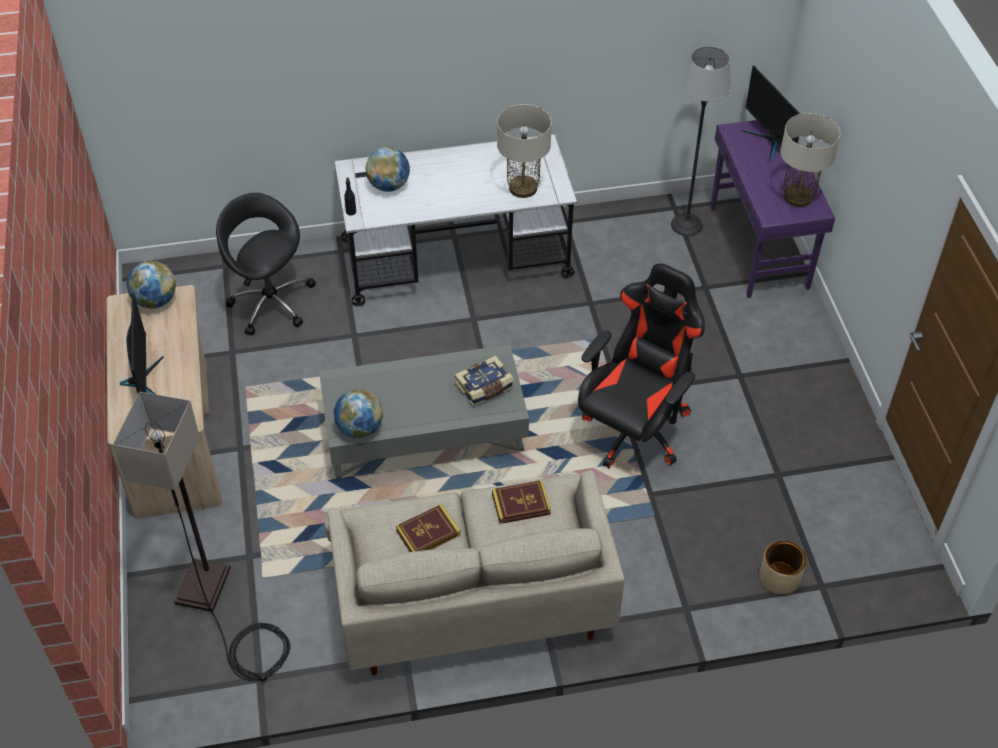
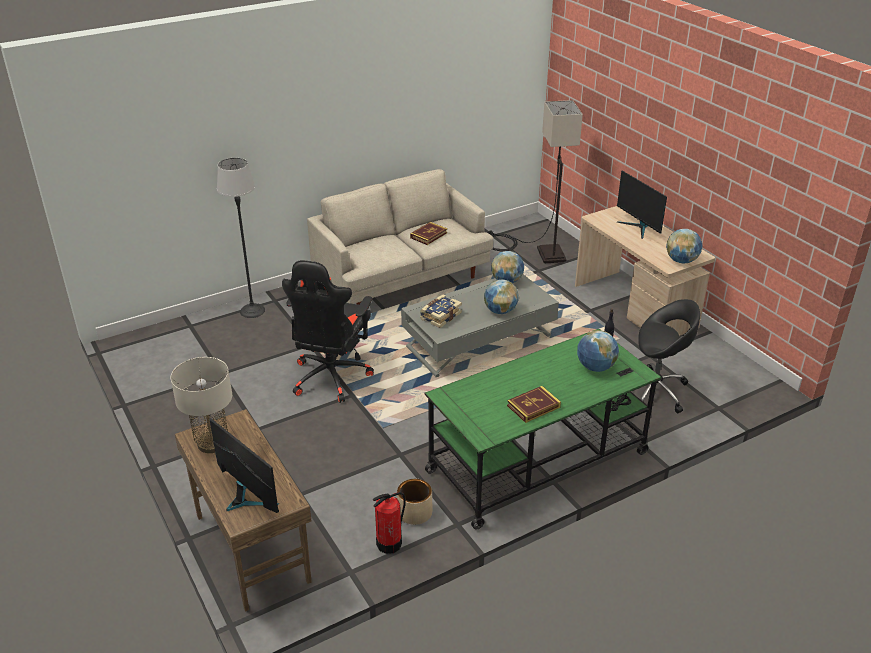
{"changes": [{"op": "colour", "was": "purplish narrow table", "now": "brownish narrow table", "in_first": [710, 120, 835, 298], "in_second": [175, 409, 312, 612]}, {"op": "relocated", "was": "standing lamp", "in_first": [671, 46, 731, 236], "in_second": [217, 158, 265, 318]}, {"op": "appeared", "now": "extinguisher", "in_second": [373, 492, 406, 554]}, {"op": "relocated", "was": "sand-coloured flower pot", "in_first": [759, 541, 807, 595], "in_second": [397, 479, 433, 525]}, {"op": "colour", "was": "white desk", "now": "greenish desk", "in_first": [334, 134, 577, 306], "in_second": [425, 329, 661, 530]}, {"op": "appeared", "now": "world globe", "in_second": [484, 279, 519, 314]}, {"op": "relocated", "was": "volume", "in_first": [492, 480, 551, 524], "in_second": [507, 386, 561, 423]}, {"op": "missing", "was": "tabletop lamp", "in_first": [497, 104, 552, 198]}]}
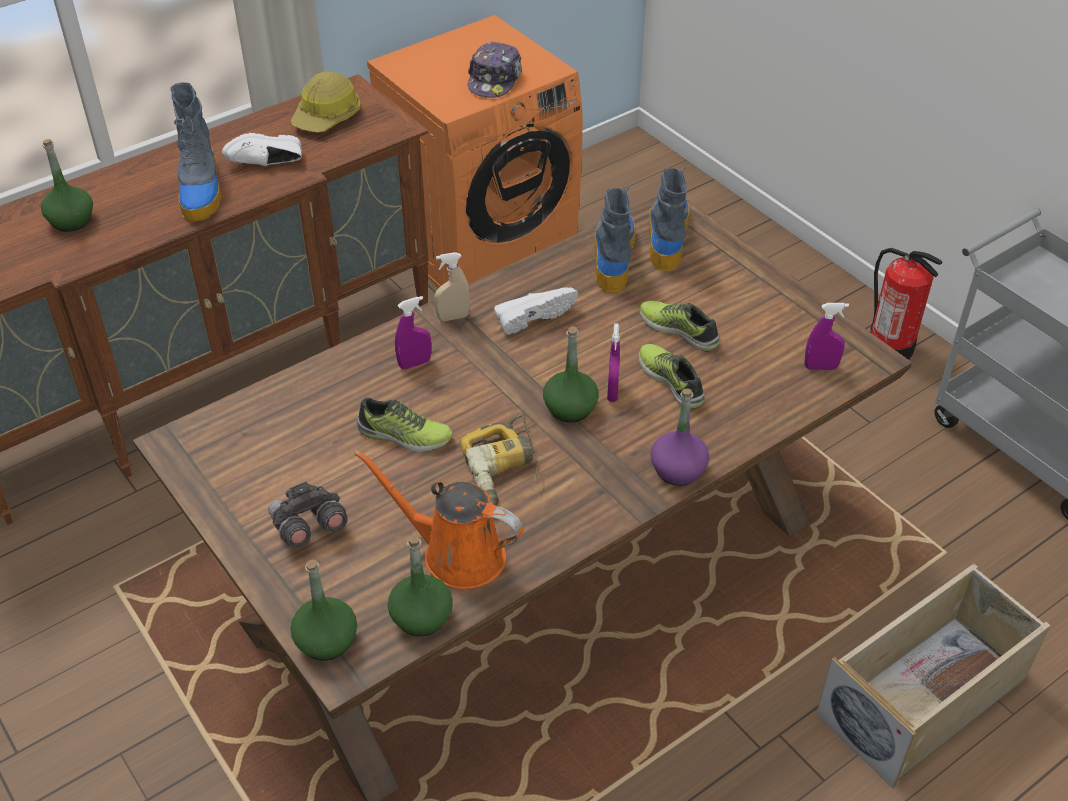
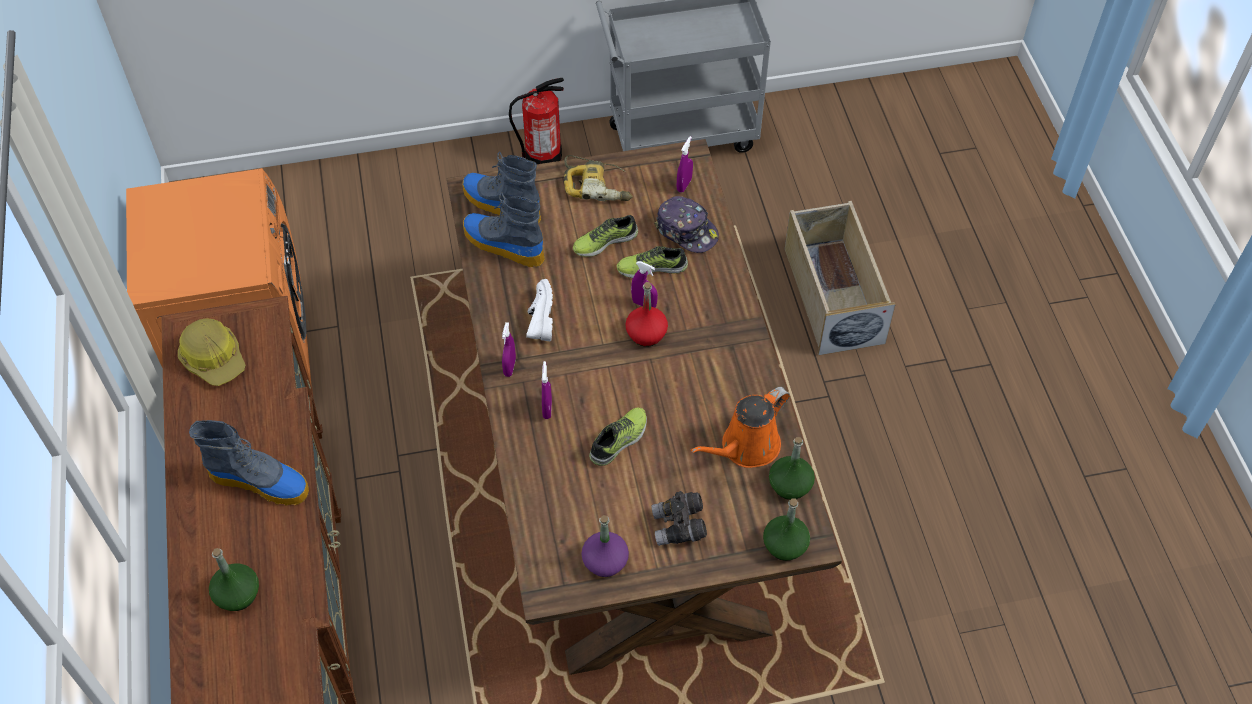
{"changes": [{"op": "colour", "was": "sand-coloured spray bottle", "now": "purplish spray bottle", "in_first": [434, 252, 470, 321], "in_second": [502, 322, 516, 377]}, {"op": "relocated", "was": "power drill", "in_first": [461, 414, 539, 506], "in_second": [564, 155, 633, 201]}, {"op": "relocated", "was": "purplish drink bottle", "in_first": [650, 388, 709, 486], "in_second": [581, 515, 629, 577]}, {"op": "colour", "was": "greenish drink bottle", "now": "red-coloured drink bottle", "in_first": [543, 326, 599, 423], "in_second": [625, 282, 668, 347]}, {"op": "relocated", "was": "cap", "in_first": [468, 42, 522, 98], "in_second": [654, 196, 719, 253]}, {"op": "missing", "was": "white item of footwear", "in_first": [222, 133, 302, 166]}]}
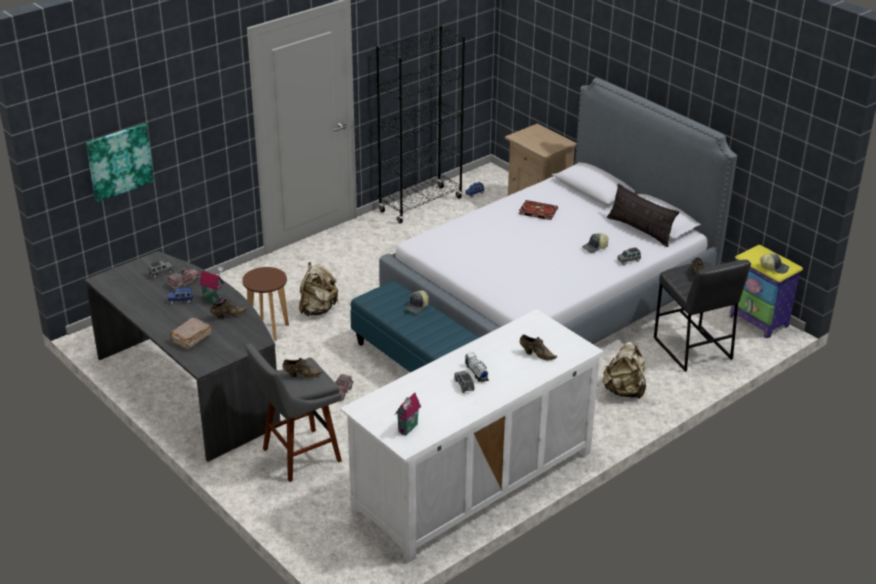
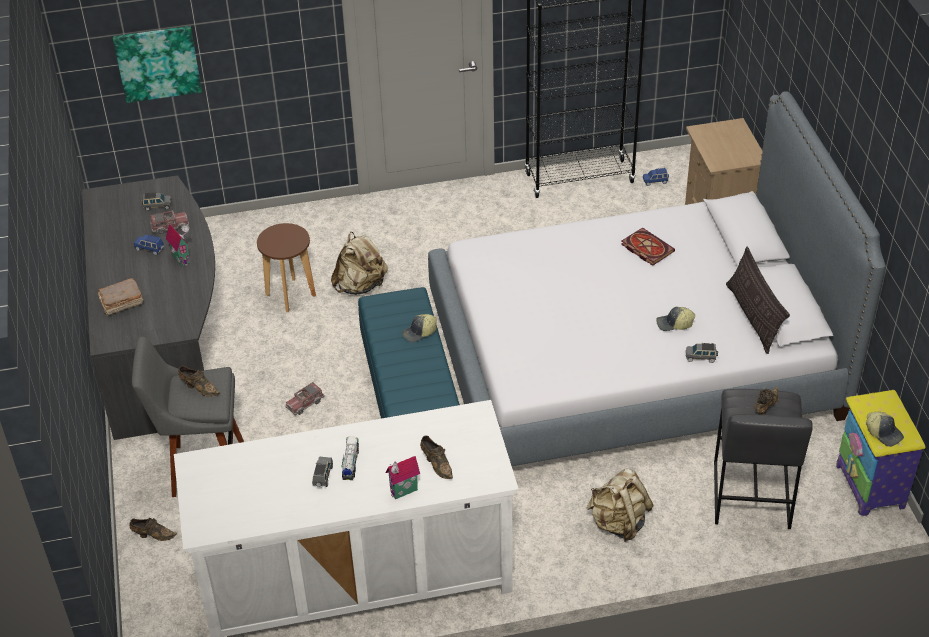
{"changes": [{"op": "relocated", "was": "brownish item of footwear", "in_first": [210, 299, 248, 319], "in_second": [129, 518, 177, 541]}, {"op": "relocated", "was": "model house", "in_first": [395, 393, 421, 435], "in_second": [386, 456, 420, 499]}]}
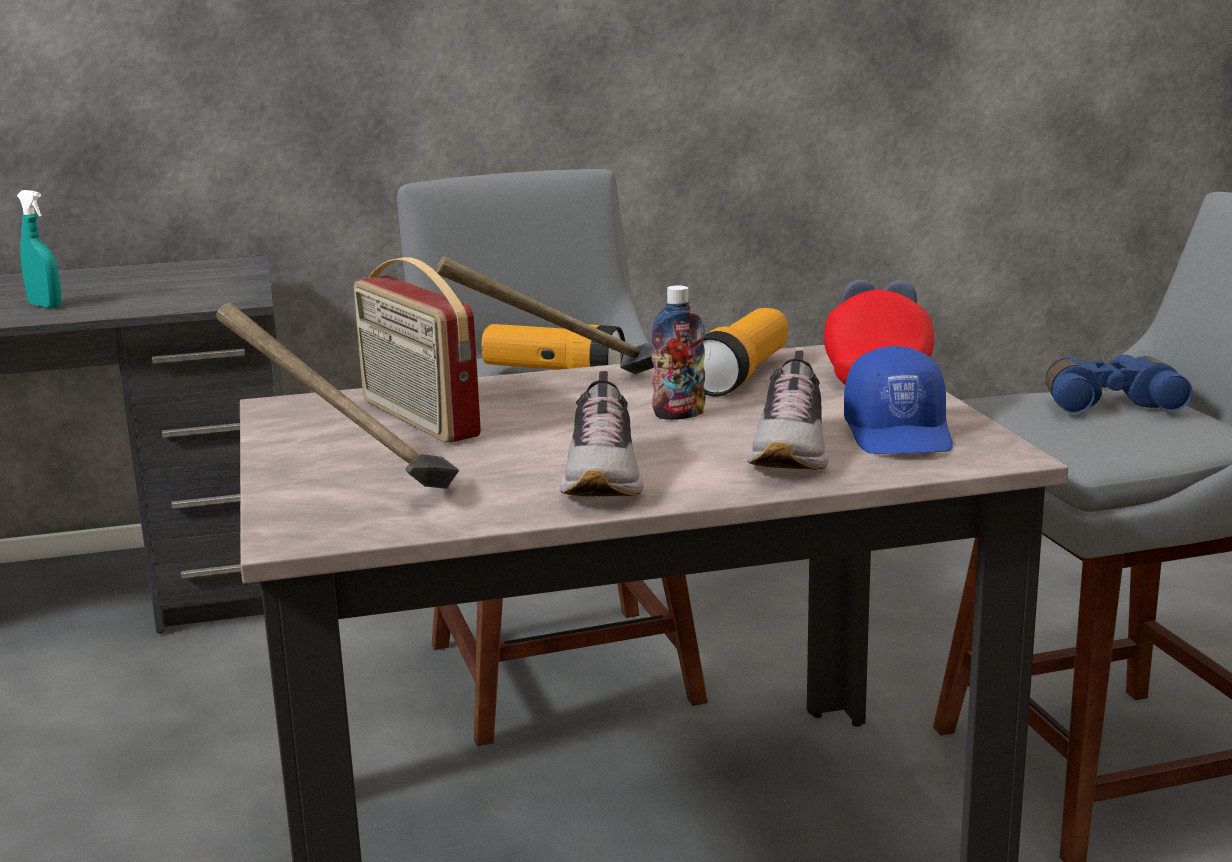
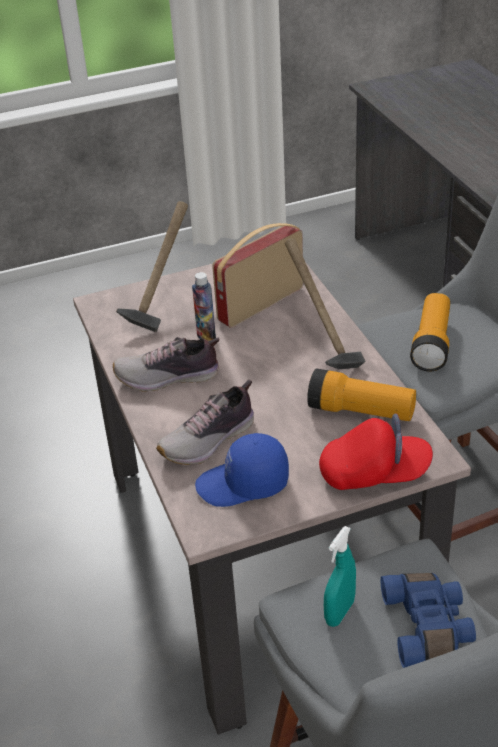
{"changes": [{"op": "spun", "was": "item of footwear", "in_first": [747, 350, 829, 470], "in_second": [156, 380, 254, 465], "clockwise": -45}, {"op": "relocated", "was": "drink bottle", "in_first": [651, 285, 706, 420], "in_second": [192, 272, 216, 341]}, {"op": "relocated", "was": "blue-green spray bottle", "in_first": [17, 190, 61, 308], "in_second": [324, 526, 356, 627]}]}
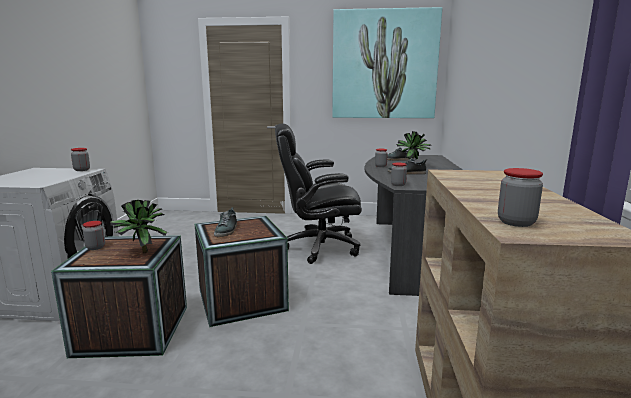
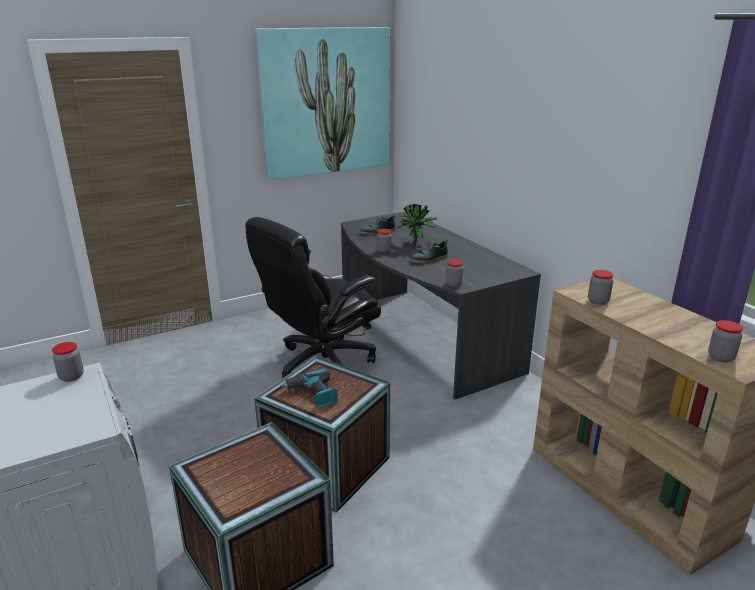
{"changes": [{"op": "exchanged", "was": "item of footwear", "now": "power drill", "in_first": [214, 207, 237, 237], "in_second": [281, 368, 337, 408]}, {"op": "relocated", "was": "jar", "in_first": [83, 221, 105, 250], "in_second": [588, 270, 614, 305]}, {"op": "missing", "was": "plant in a pot", "in_first": [110, 200, 168, 253]}]}
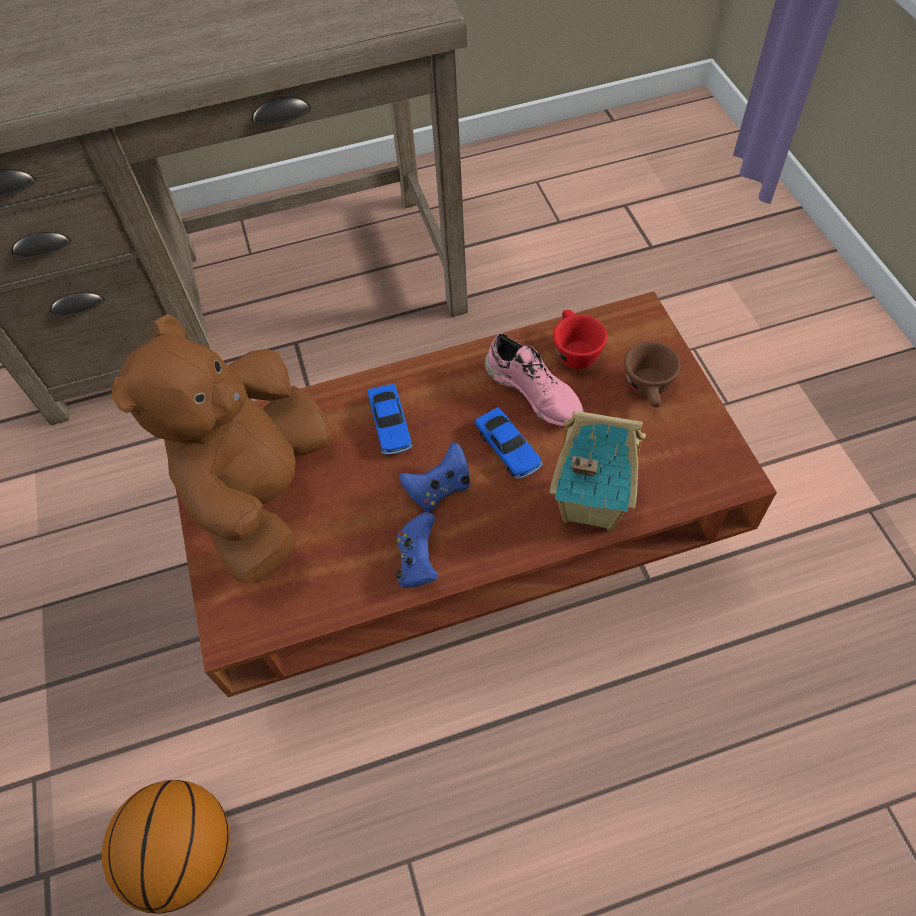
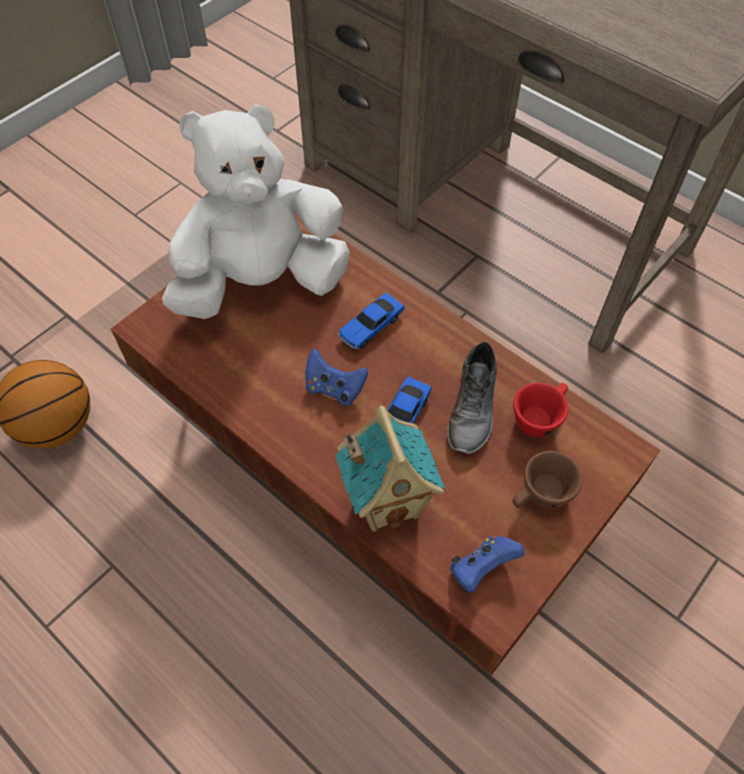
{"changes": [{"op": "colour", "was": "brownish soft toy", "now": "white soft toy", "in_first": [111, 314, 332, 583], "in_second": [162, 104, 350, 319]}, {"op": "colour", "was": "pink item of footwear", "now": "gray item of footwear", "in_first": [485, 333, 584, 426], "in_second": [447, 342, 497, 454]}, {"op": "relocated", "was": "blue game controller", "in_first": [396, 512, 438, 587], "in_second": [450, 536, 525, 593]}]}
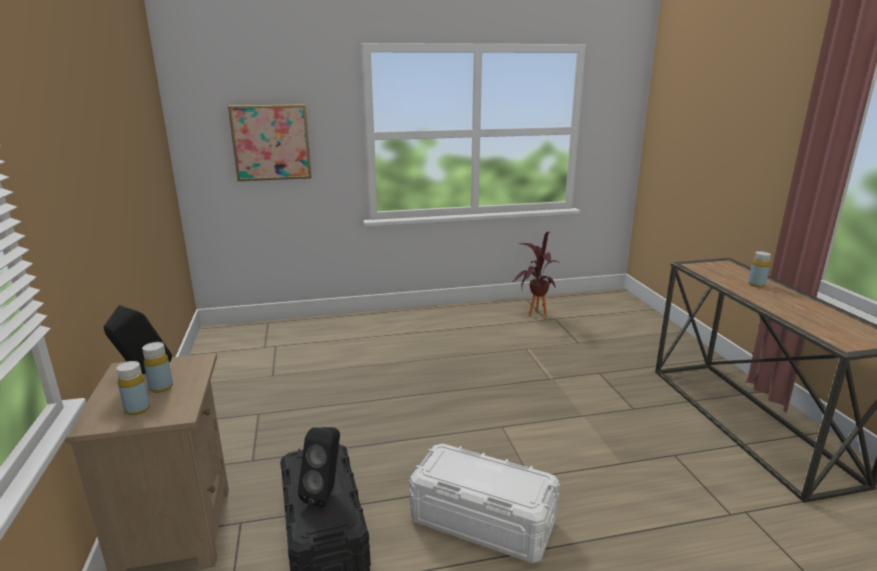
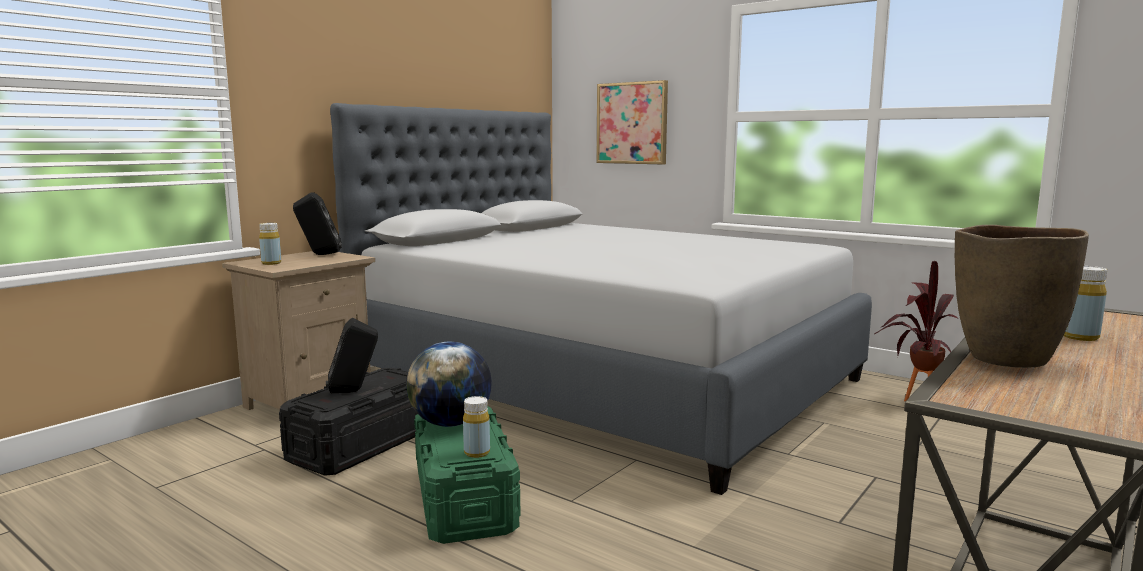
{"changes": [{"op": "appeared", "now": "gray sleeping bed", "in_second": [330, 103, 872, 495]}, {"op": "appeared", "now": "world globe", "in_second": [406, 341, 492, 427]}, {"op": "colour", "was": "white storage bin", "now": "greenish storage bin", "in_first": [409, 444, 560, 563], "in_second": [414, 407, 521, 544]}, {"op": "relocated", "was": "yellow drink bottle", "in_first": [142, 342, 173, 393], "in_second": [463, 396, 490, 458]}, {"op": "appeared", "now": "brownish flower vase", "in_second": [955, 225, 1089, 368]}]}
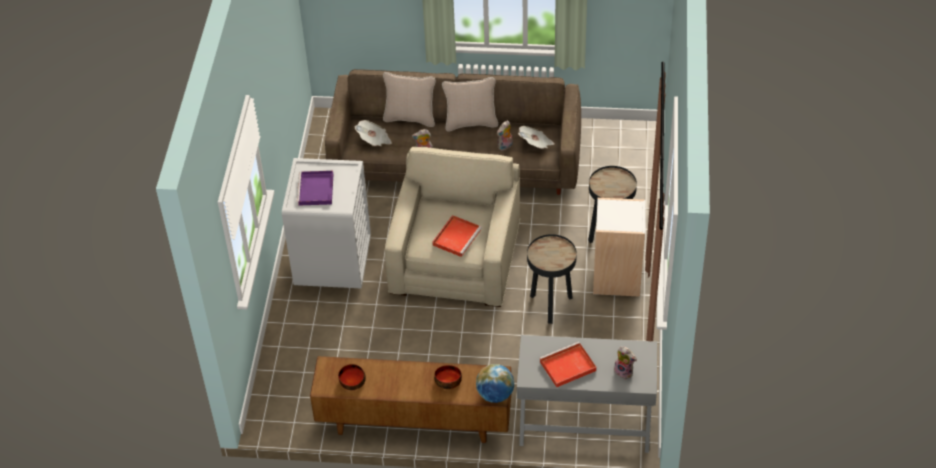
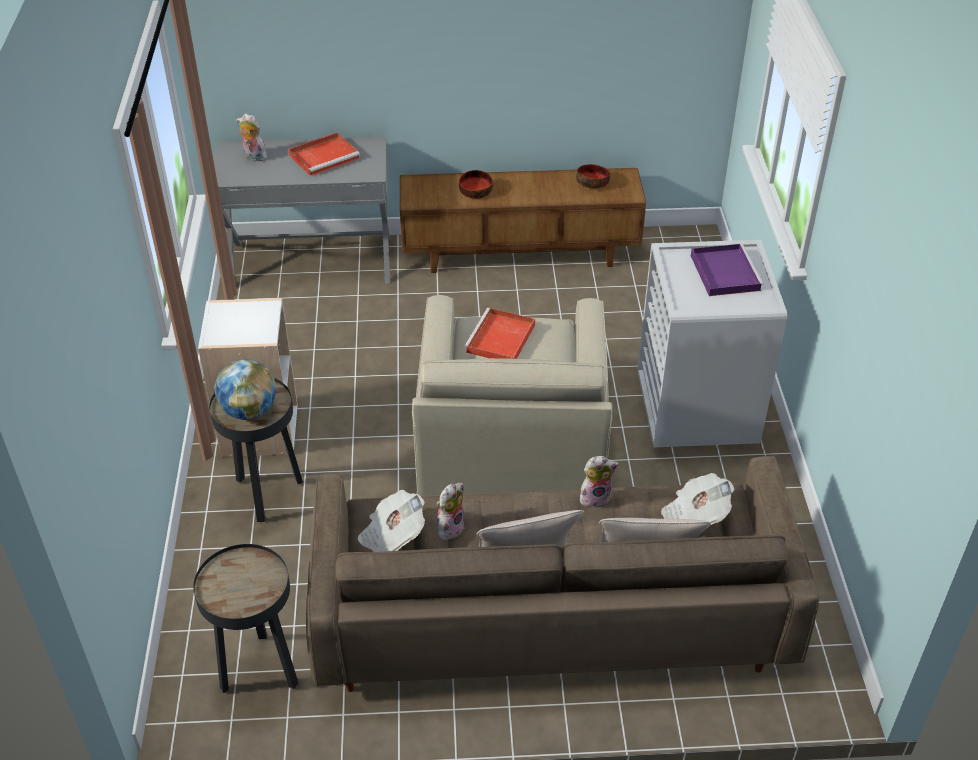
{"changes": [{"op": "relocated", "was": "blackish end table", "in_first": [527, 234, 577, 324], "in_second": [193, 544, 298, 693]}, {"op": "relocated", "was": "world globe", "in_first": [476, 364, 514, 403], "in_second": [214, 359, 277, 420]}]}
